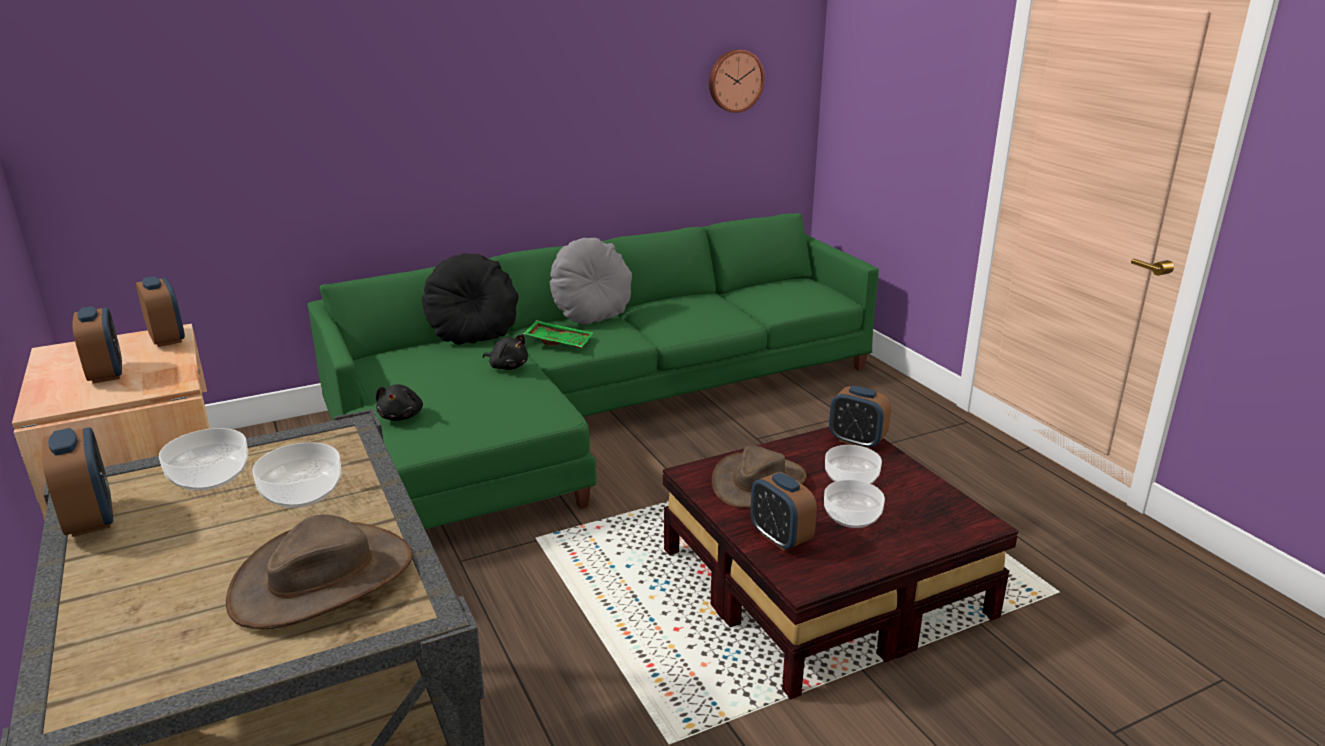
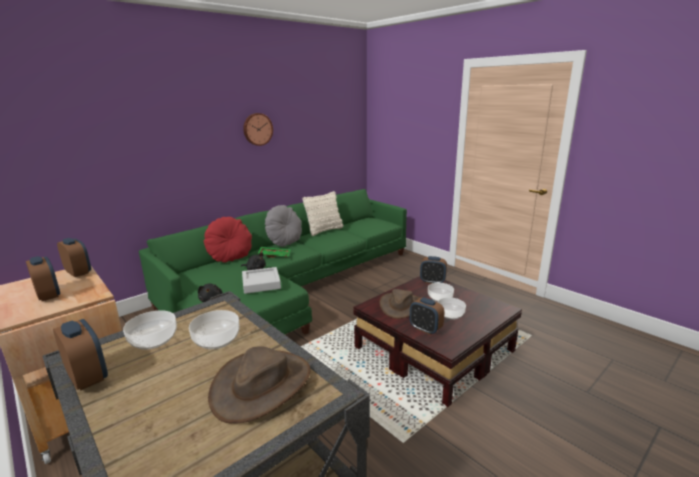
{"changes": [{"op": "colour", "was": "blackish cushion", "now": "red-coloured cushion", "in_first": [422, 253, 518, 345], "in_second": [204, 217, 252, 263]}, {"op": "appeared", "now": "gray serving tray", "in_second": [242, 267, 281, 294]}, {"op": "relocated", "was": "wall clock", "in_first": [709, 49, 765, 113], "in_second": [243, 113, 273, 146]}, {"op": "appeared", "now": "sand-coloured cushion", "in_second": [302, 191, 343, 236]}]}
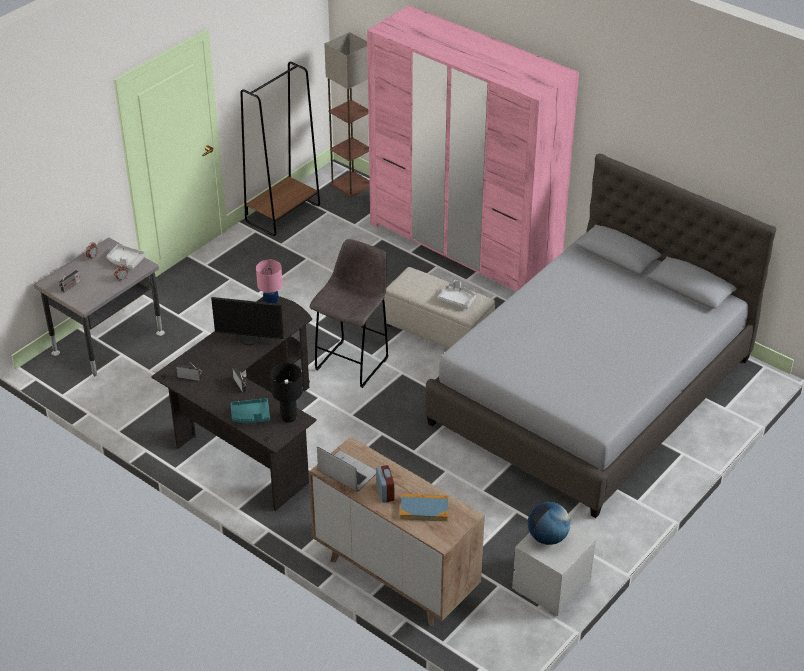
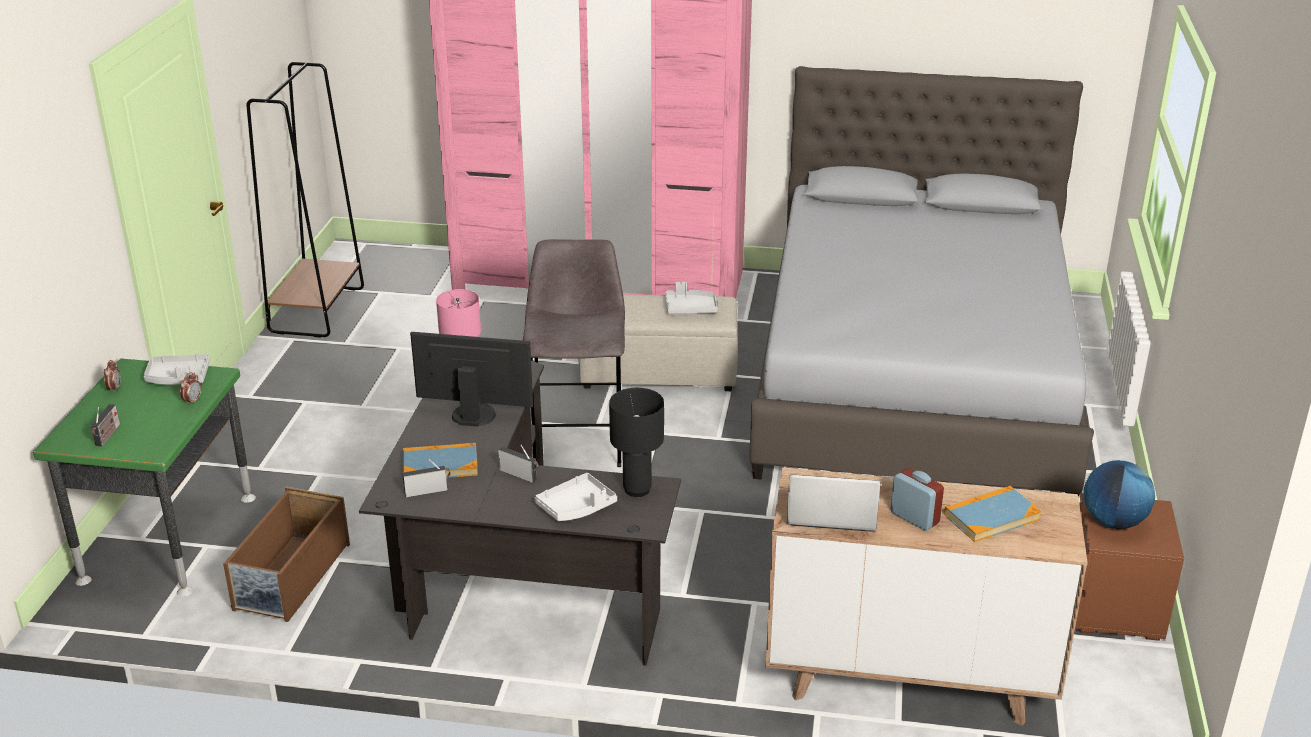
{"changes": [{"op": "colour", "was": "gray desk", "now": "greenish desk", "in_first": [34, 238, 165, 381], "in_second": [33, 359, 256, 597]}, {"op": "appeared", "now": "brownish storage bin", "in_second": [223, 487, 350, 622]}, {"op": "appeared", "now": "volume", "in_second": [403, 443, 478, 478]}, {"op": "spun", "was": "monitor", "in_first": [211, 297, 284, 345], "in_second": [410, 332, 533, 427], "clockwise": -150}, {"op": "colour", "was": "blue-green serving tray", "now": "gray serving tray", "in_first": [230, 398, 270, 423], "in_second": [535, 473, 617, 521]}, {"op": "colour", "was": "white bedside table", "now": "brownish bedside table", "in_first": [512, 525, 596, 616], "in_second": [1075, 493, 1184, 641]}, {"op": "missing", "was": "standing lamp", "in_first": [324, 32, 370, 197]}]}
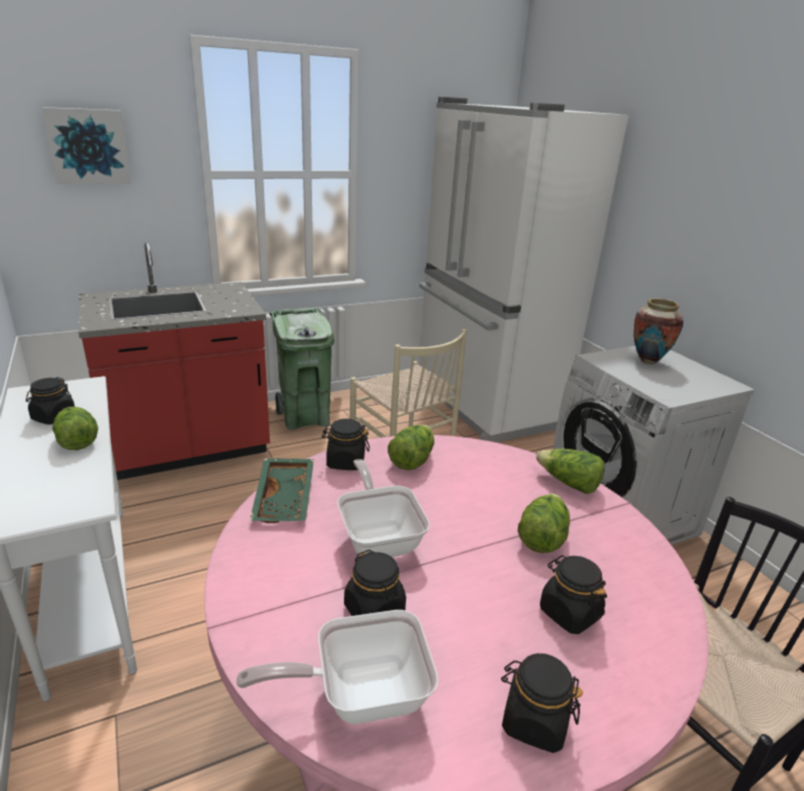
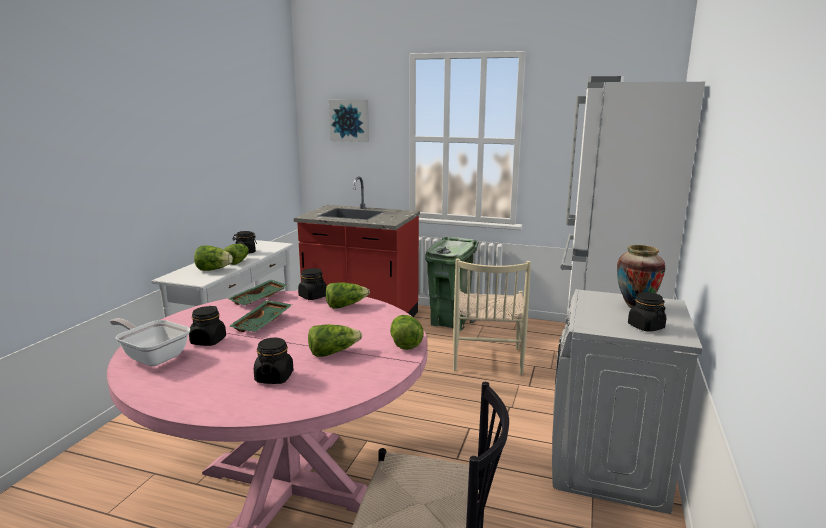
{"changes": [{"op": "appeared", "now": "lettuce", "in_second": [194, 245, 233, 271]}, {"op": "exchanged", "was": "frying pan", "now": "greenish serving tray", "in_first": [337, 459, 430, 557], "in_second": [228, 300, 292, 332]}, {"op": "relocated", "was": "blackish jar", "in_first": [501, 653, 583, 753], "in_second": [628, 292, 666, 332]}]}
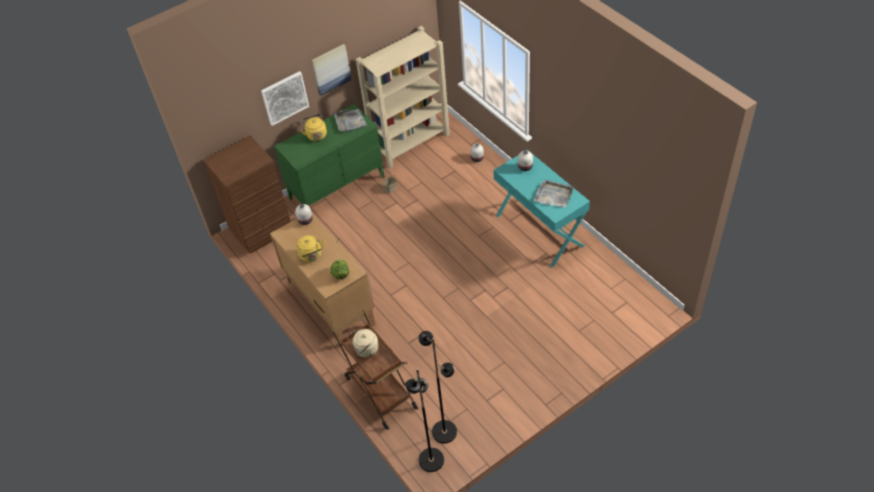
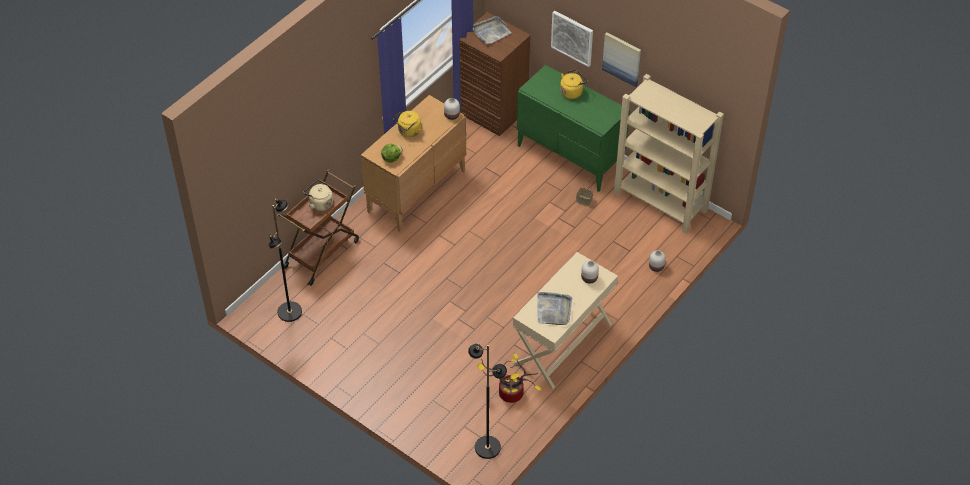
{"changes": [{"op": "relocated", "was": "blackish standing lamp", "in_first": [405, 369, 444, 472], "in_second": [468, 344, 507, 459]}, {"op": "relocated", "was": "gray serving tray", "in_first": [334, 109, 367, 132], "in_second": [473, 16, 512, 44]}, {"op": "appeared", "now": "plant in a pot", "in_second": [477, 354, 541, 403]}, {"op": "colour", "was": "blue-green narrow table", "now": "sand-coloured narrow table", "in_first": [494, 150, 590, 267], "in_second": [513, 252, 618, 388]}]}
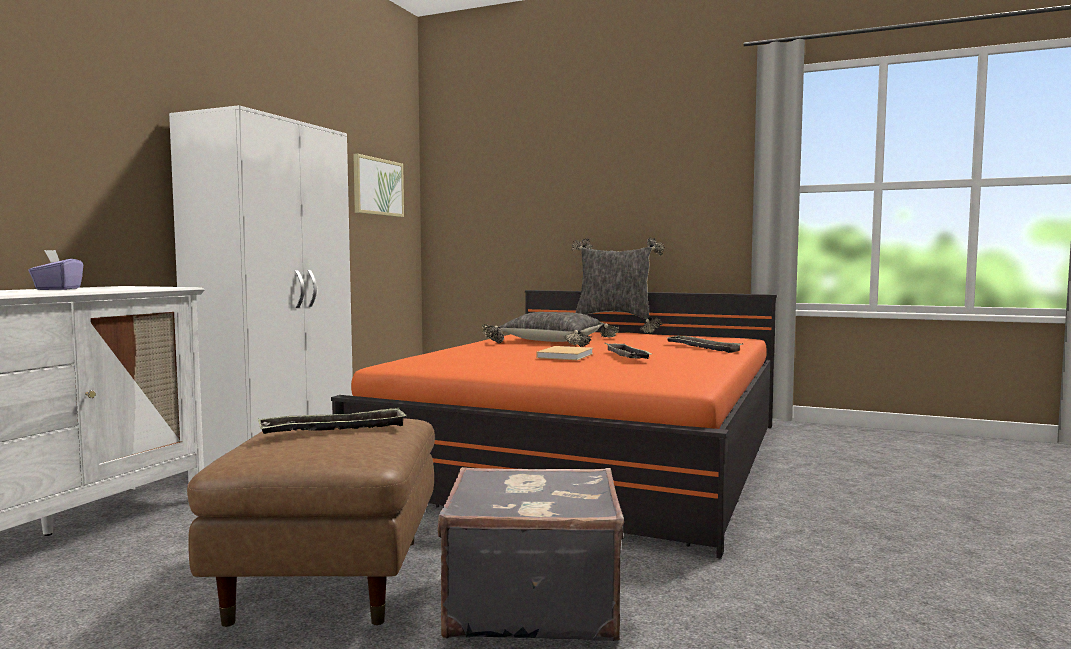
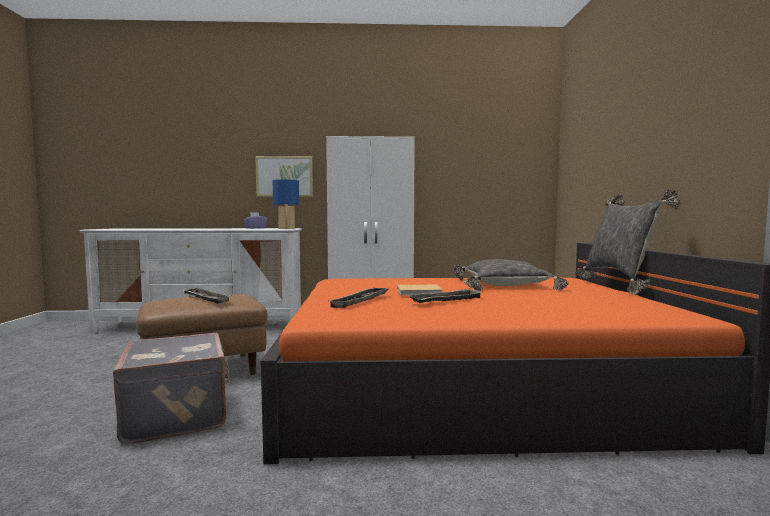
{"changes": [{"op": "relocated", "was": "wall art", "in_first": [353, 153, 404, 217], "in_second": [255, 156, 313, 197]}, {"op": "appeared", "now": "blue tabletop lamp", "in_second": [273, 179, 299, 229]}, {"op": "relocated", "was": "serving tray", "in_first": [668, 336, 743, 353], "in_second": [330, 288, 389, 308]}]}
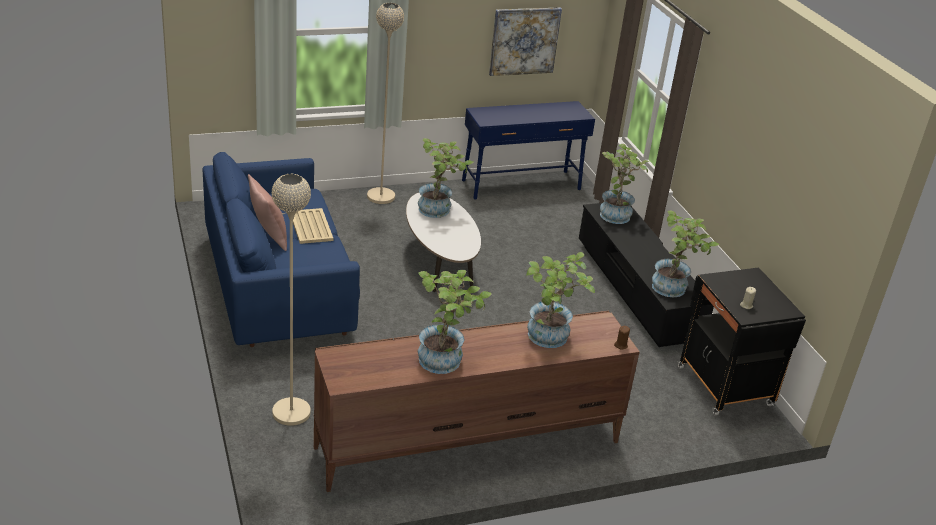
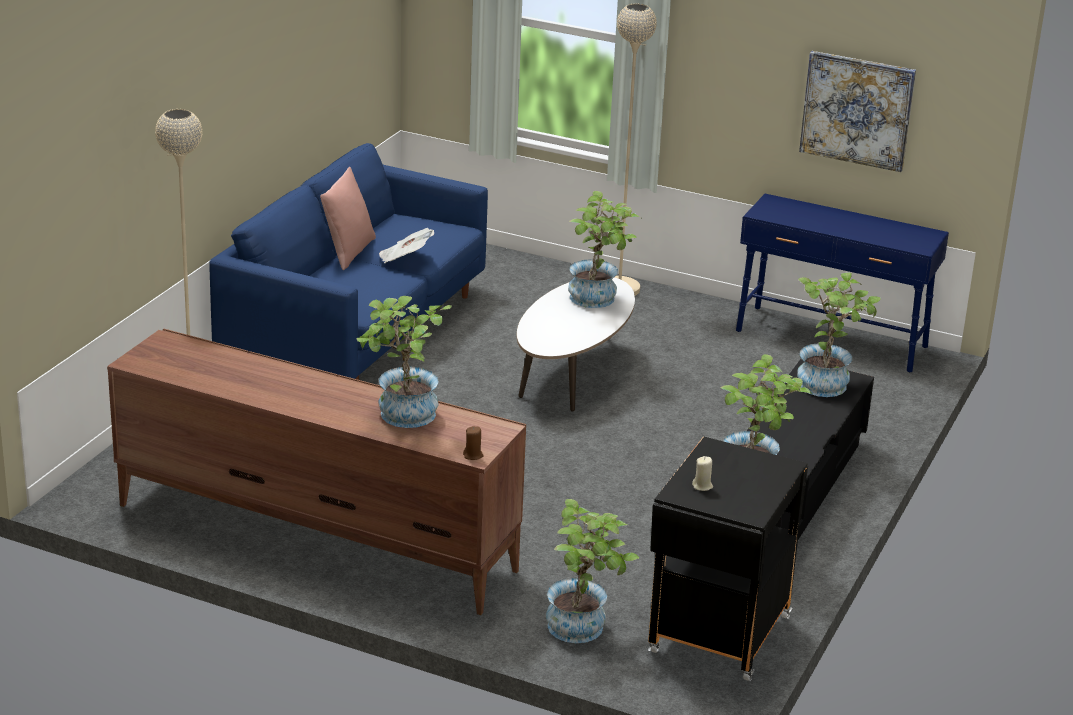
{"changes": [{"op": "exchanged", "was": "sand-coloured serving tray", "now": "daily paper", "in_first": [293, 208, 333, 244], "in_second": [379, 228, 434, 263]}, {"op": "relocated", "was": "plant in a pot", "in_first": [418, 270, 492, 374], "in_second": [546, 499, 639, 643]}]}
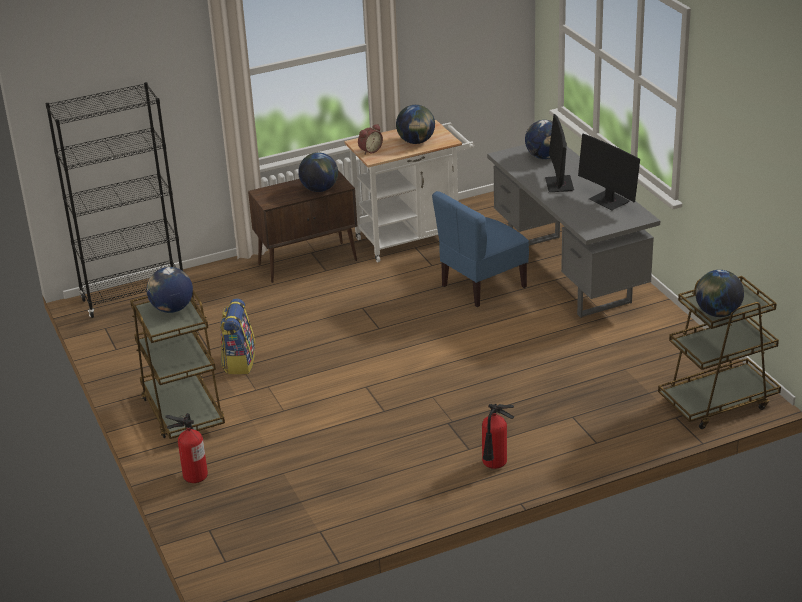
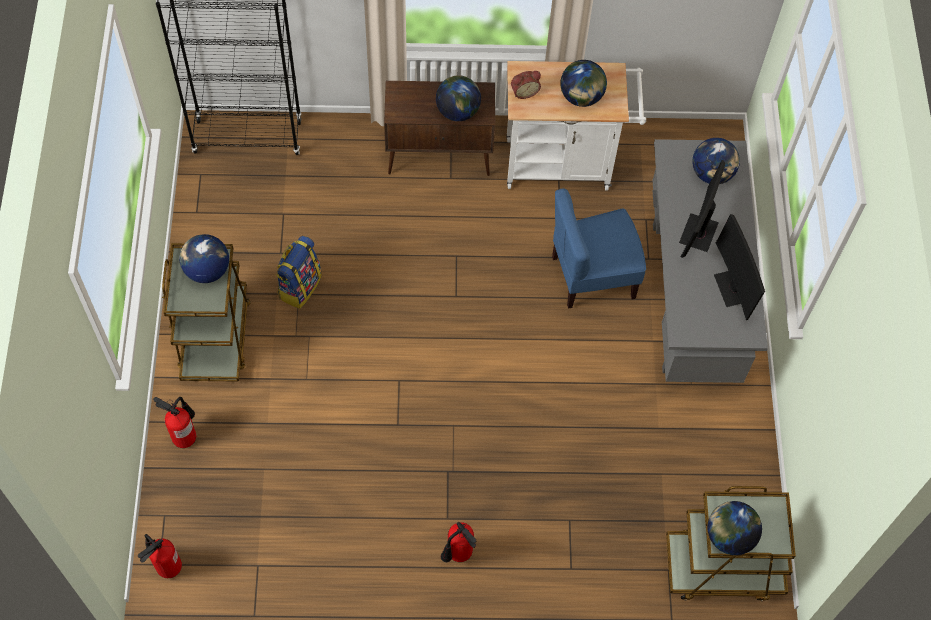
{"changes": [{"op": "appeared", "now": "extinguisher", "in_second": [138, 534, 182, 578]}]}
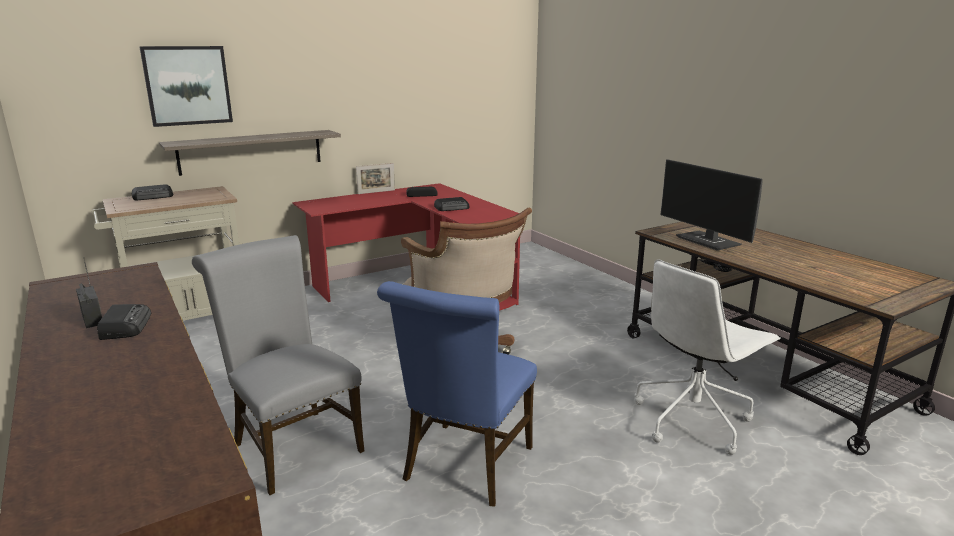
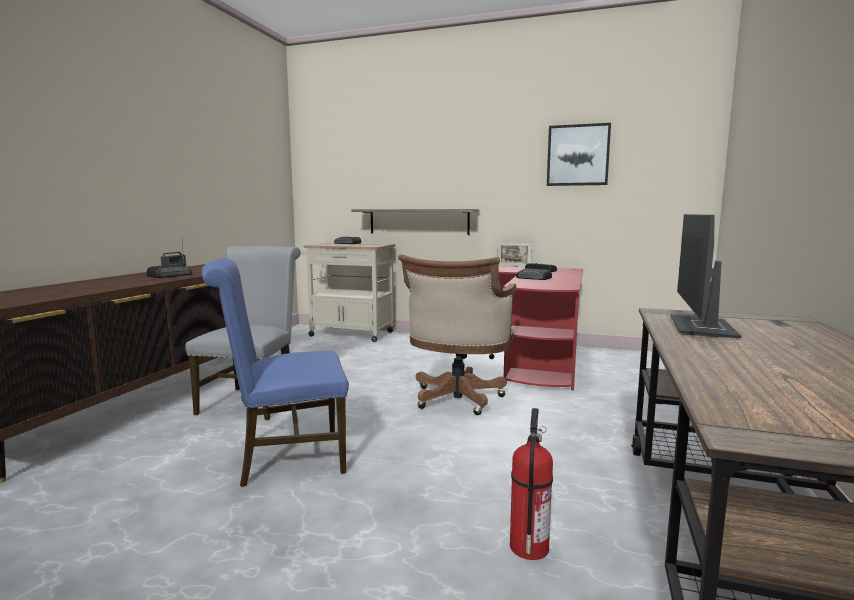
{"changes": [{"op": "exchanged", "was": "white office chair", "now": "extinguisher", "in_first": [634, 259, 781, 455], "in_second": [510, 408, 553, 560]}, {"op": "relocated", "was": "wall art", "in_first": [139, 46, 233, 127], "in_second": [547, 123, 611, 186]}]}
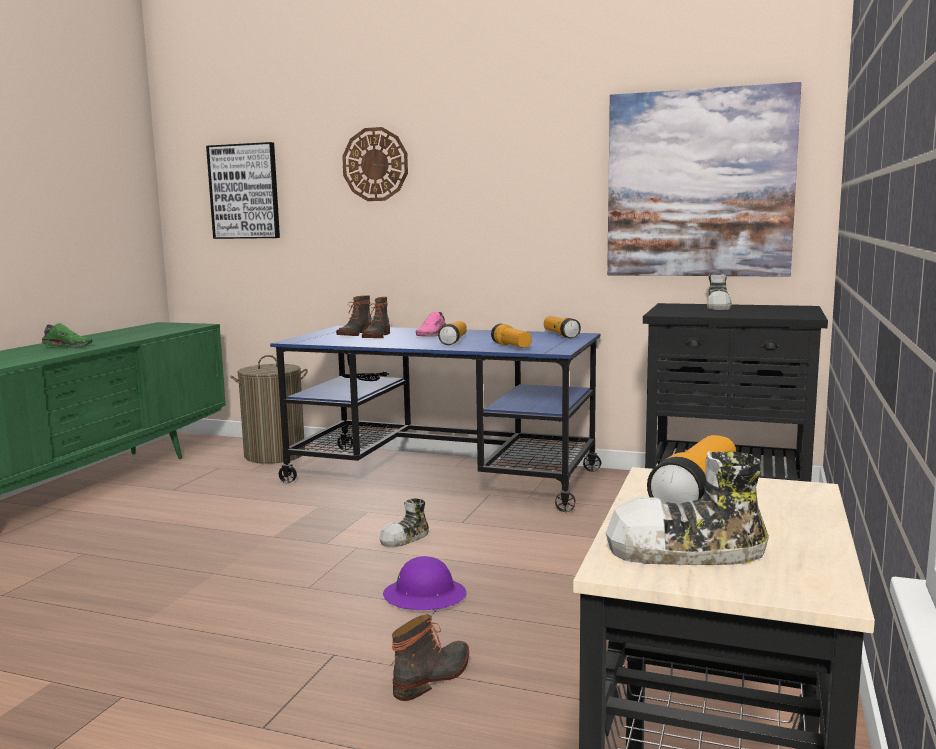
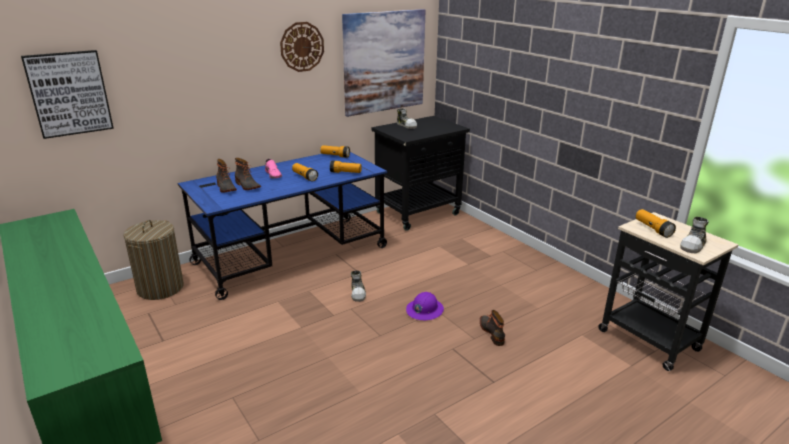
{"changes": [{"op": "relocated", "was": "wall clock", "in_first": [342, 127, 408, 201], "in_second": [280, 22, 324, 72]}, {"op": "missing", "was": "greenish item of footwear", "in_first": [42, 323, 92, 348]}]}
